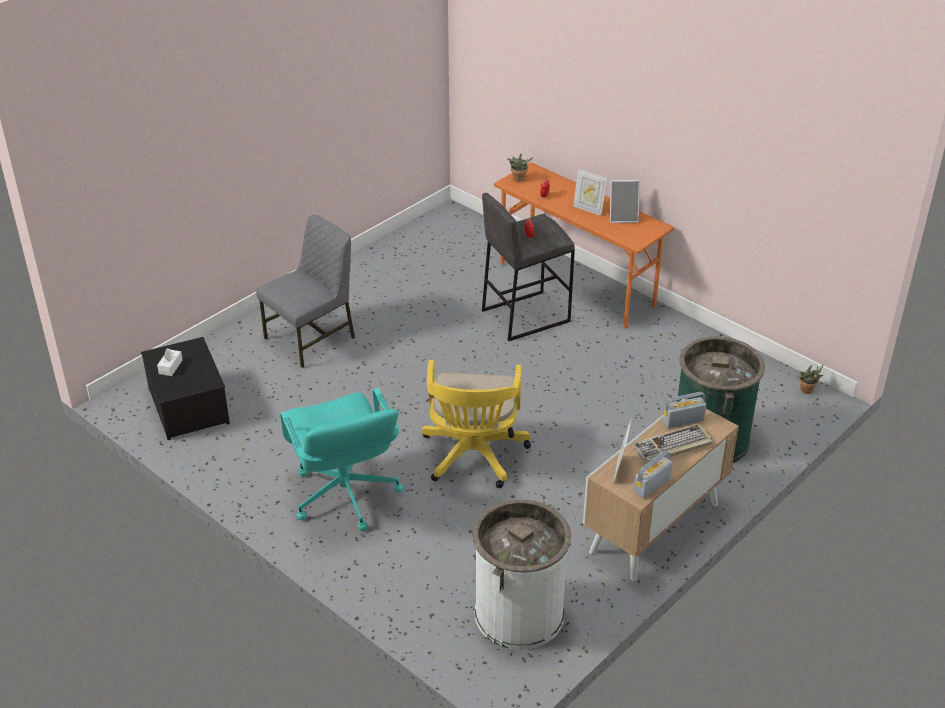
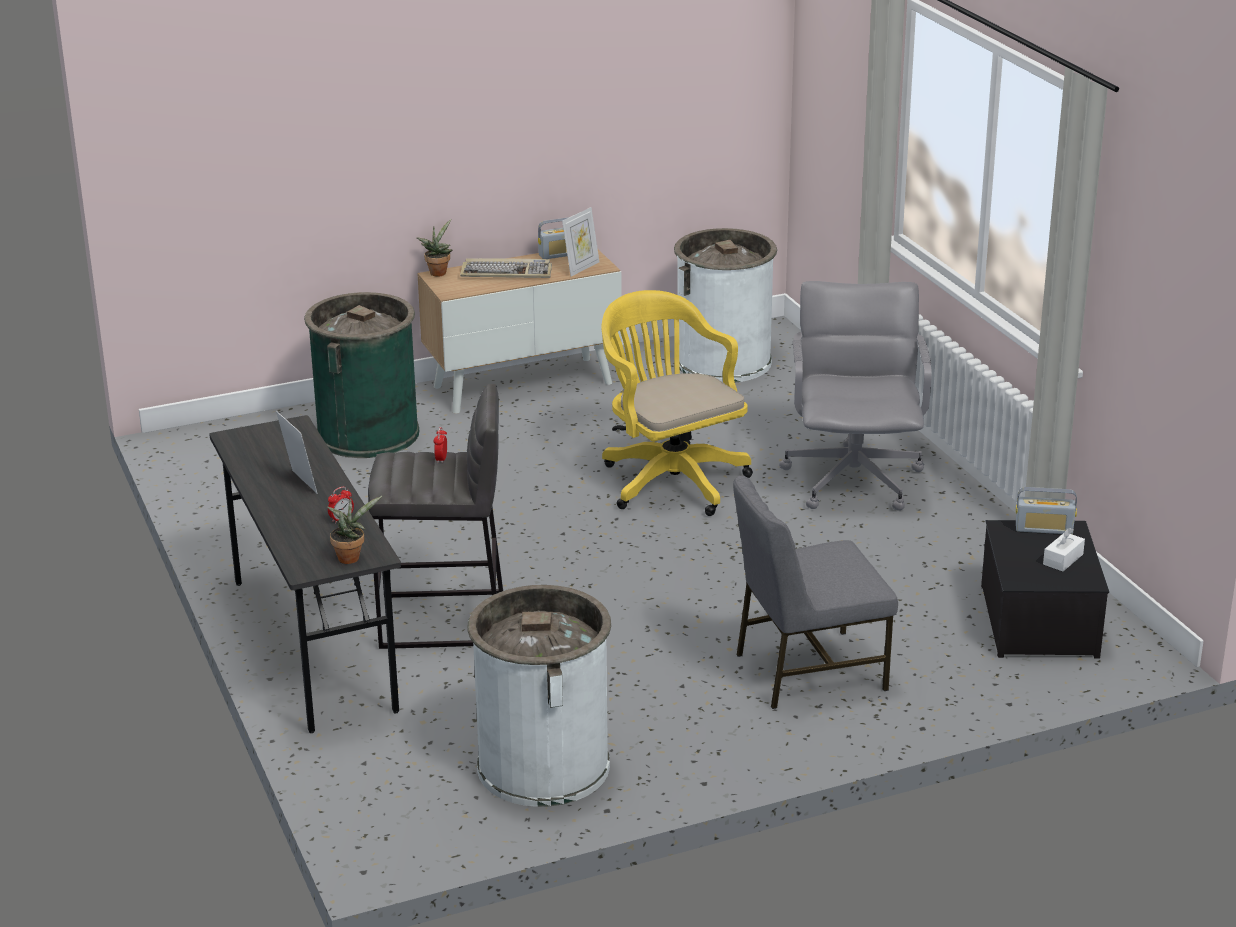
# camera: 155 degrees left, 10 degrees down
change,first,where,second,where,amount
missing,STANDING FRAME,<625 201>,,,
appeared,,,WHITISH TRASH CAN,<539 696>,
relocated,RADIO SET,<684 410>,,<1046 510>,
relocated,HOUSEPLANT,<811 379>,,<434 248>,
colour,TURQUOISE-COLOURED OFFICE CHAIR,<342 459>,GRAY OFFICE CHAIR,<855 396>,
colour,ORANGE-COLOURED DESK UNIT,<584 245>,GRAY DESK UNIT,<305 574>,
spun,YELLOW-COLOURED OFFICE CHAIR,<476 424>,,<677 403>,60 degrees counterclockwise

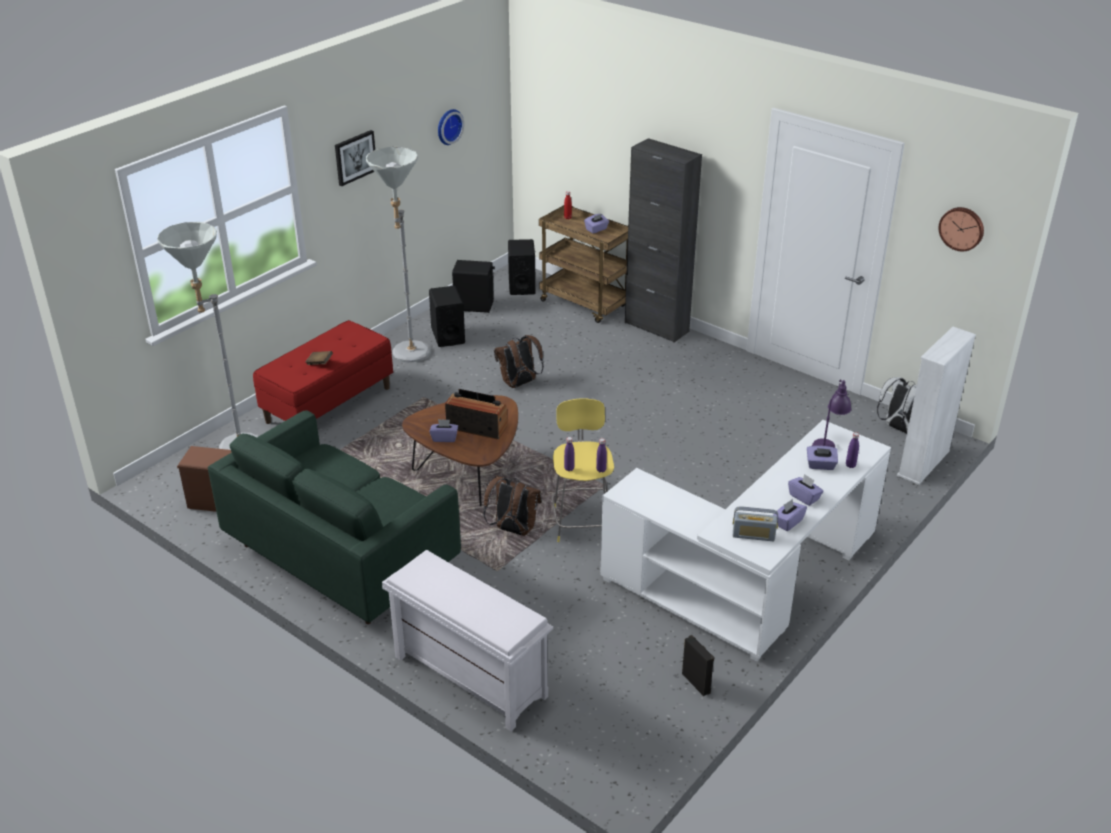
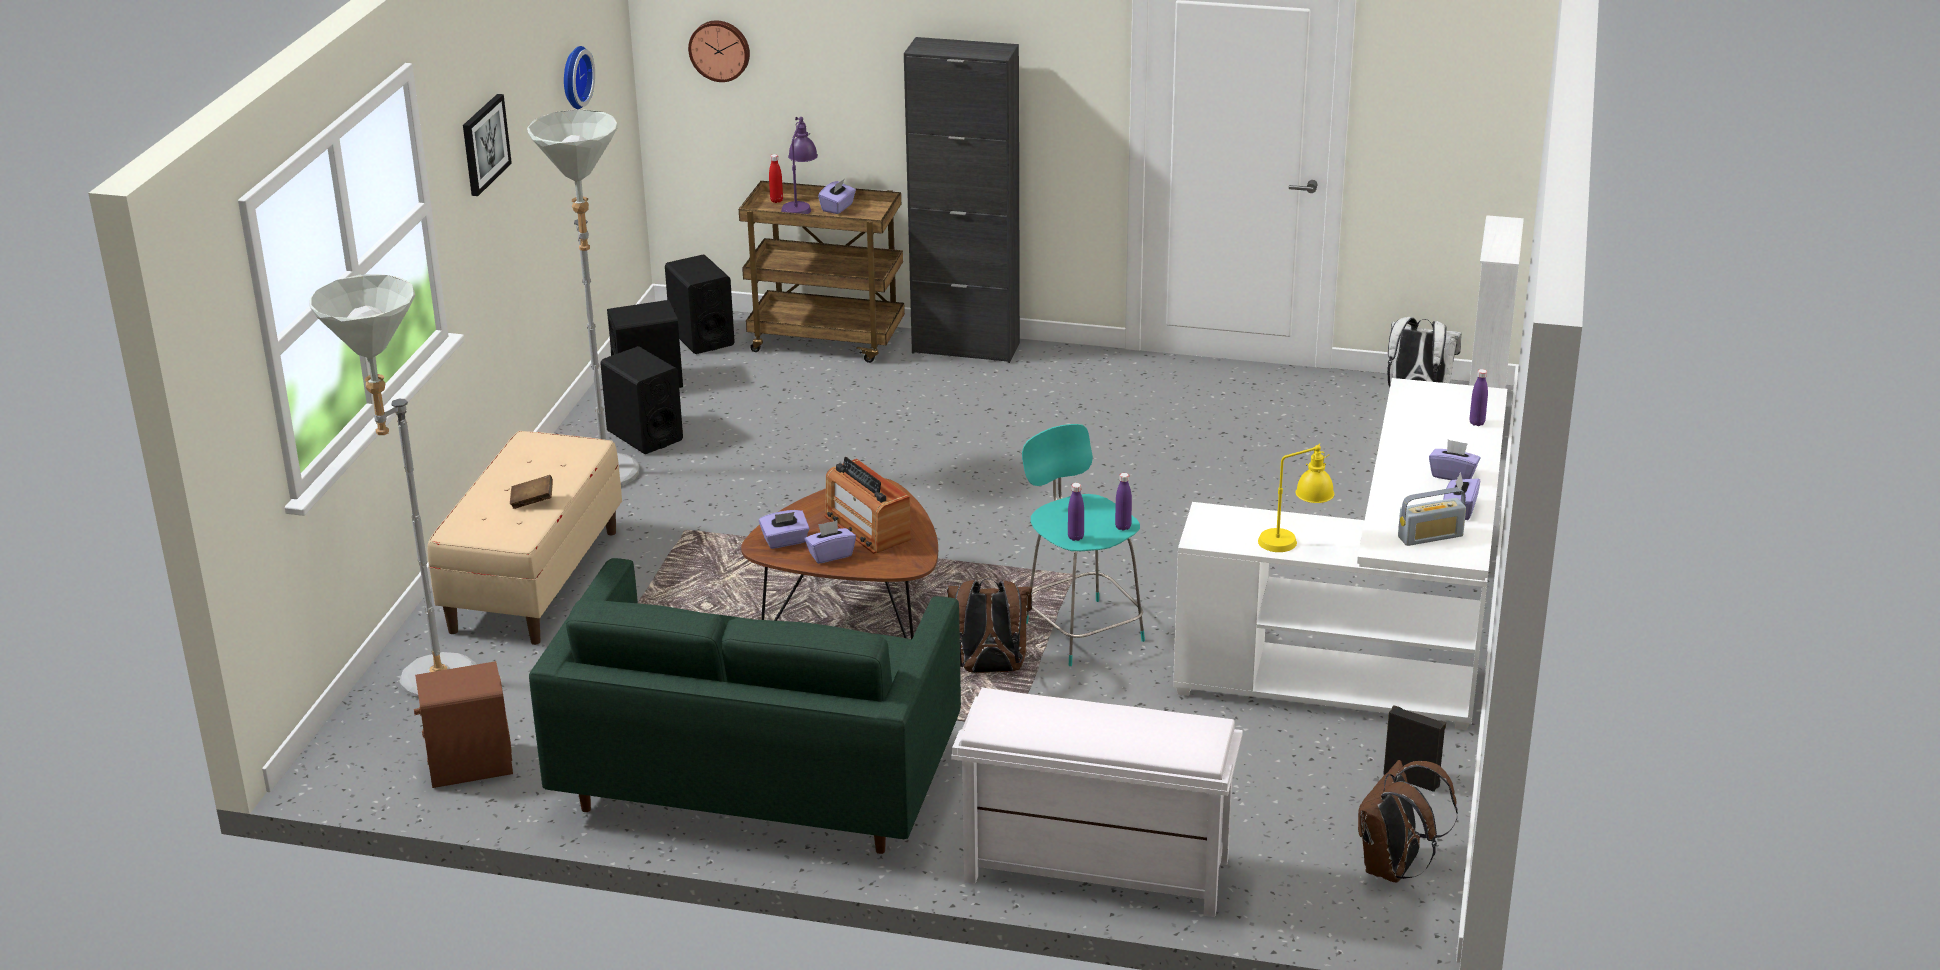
# camera: 25 degrees left, 5 degrees down
change,first,where,second,where,amount
appeared,,,YELLOW-COLOURED LAMP FOR A TABLE,<1296 497>,
relocated,BROWN-COLOURED KNAPSACK,<519 361>,,<1408 821>,
relocated,PURPLISH BOX OF TISSUES,<822 458>,,<784 529>,
relocated,PURPLISH LAMP FOR A TABLE,<831 413>,,<799 165>,
relocated,WALL CLOCK,<961 229>,,<719 51>,
colour,RED-COLOURED LONG SEAT,<323 372>,BEIGE-COLOURED LONG SEAT,<525 538>,
colour,YELLOW-COLOURED SITTING STOOL,<583 470>,TURQUOISE-COLOURED SITTING STOOL,<1083 545>,
spun,RADIO SET,<476 414>,,<868 505>,120 degrees counterclockwise

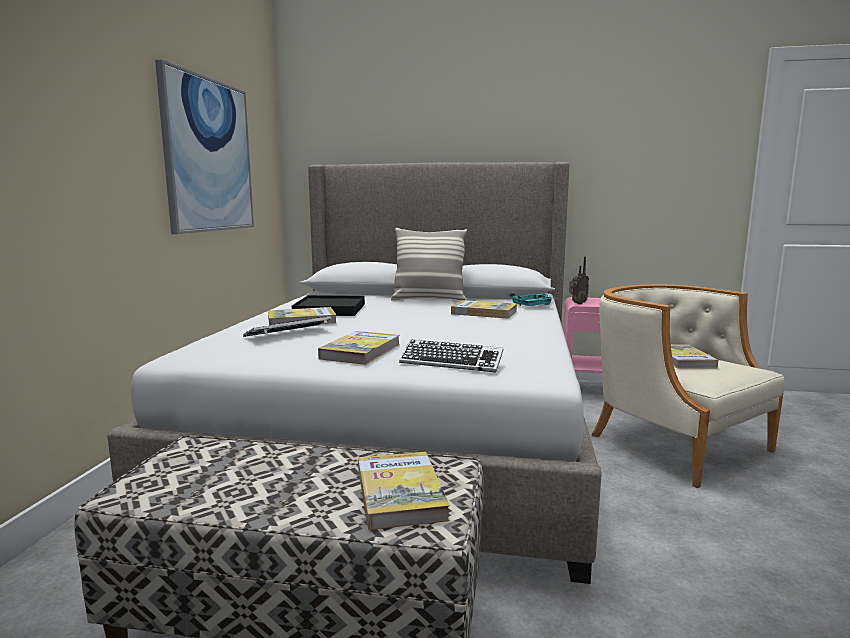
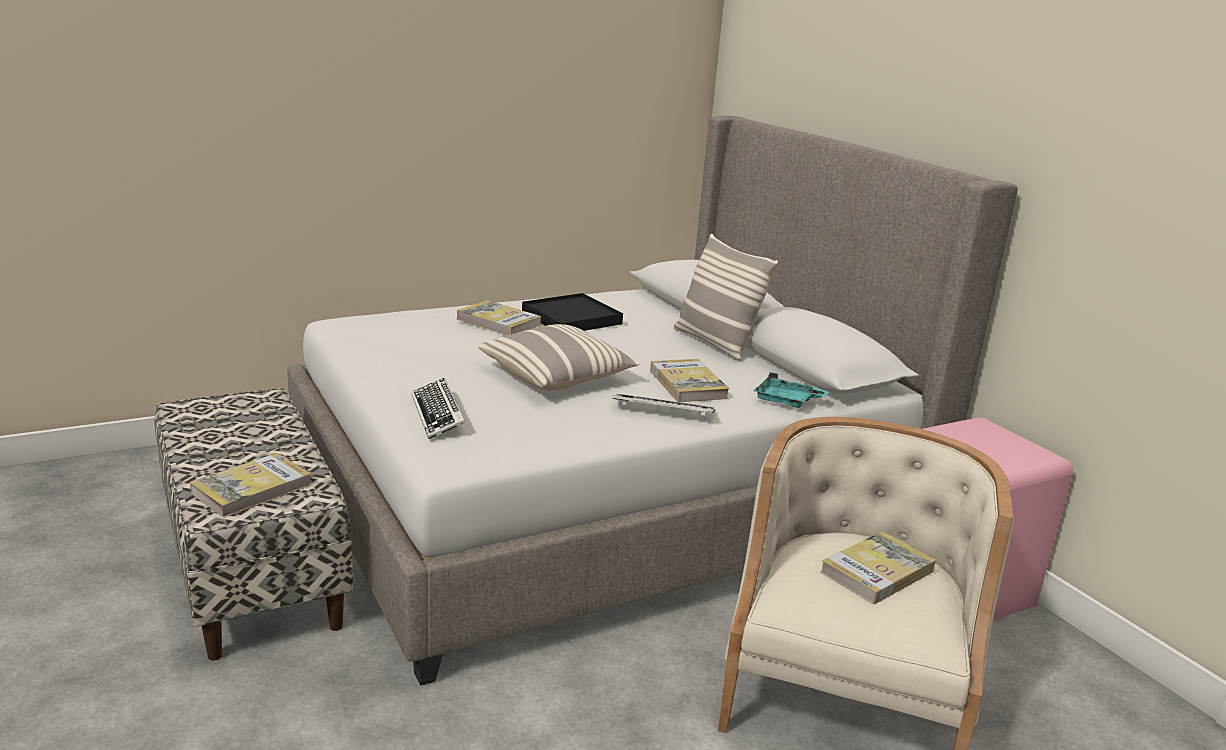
# camera: 50 degrees right, 10 degrees up
change,first,where,second,where,amount
missing,WALL ART,<204 146>,,,
missing,BOOK,<359 348>,,,
missing,RADIO SET,<579 280>,,,
appeared,,,CUSHION,<559 357>,
relocated,PC KEYBOARD,<287 326>,,<663 405>,

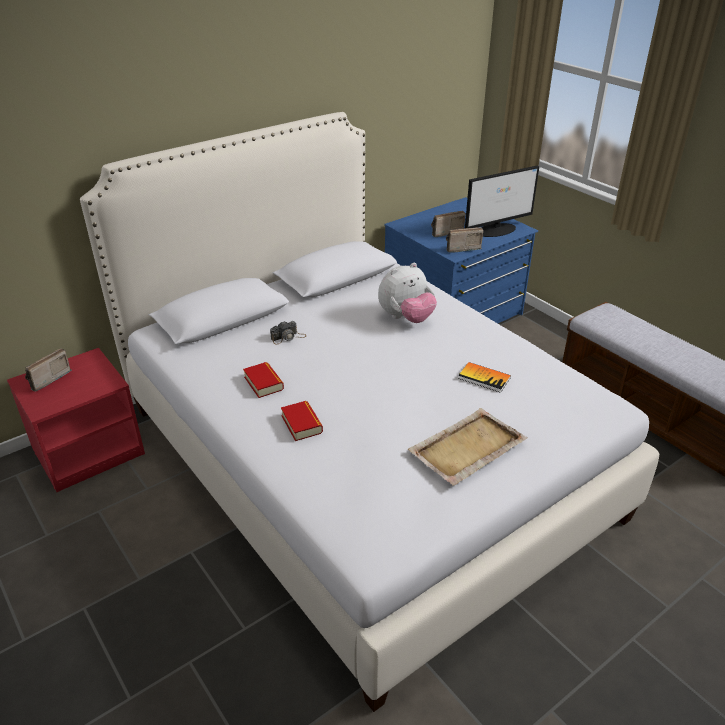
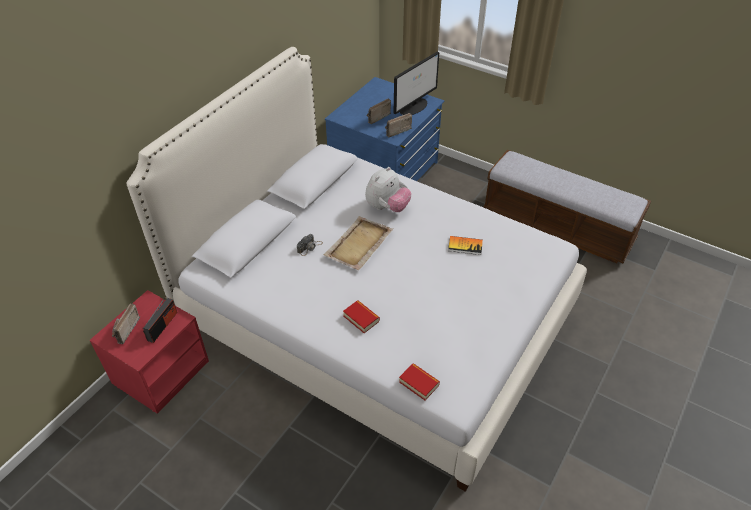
# camera: 20 degrees left, 10 degrees up
change,first,where,second,where,amount
appeared,,,RADIO SET,<160 319>,
relocated,BOOK,<263 380>,,<419 382>,
relocated,BEIGE-COLOURED SERVING TRAY,<468 447>,,<358 243>,

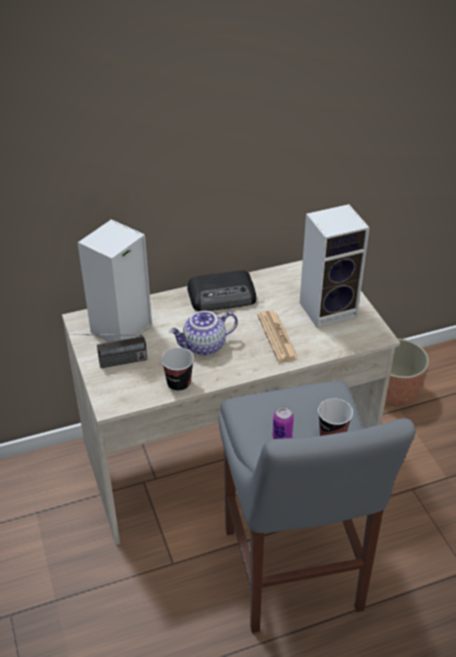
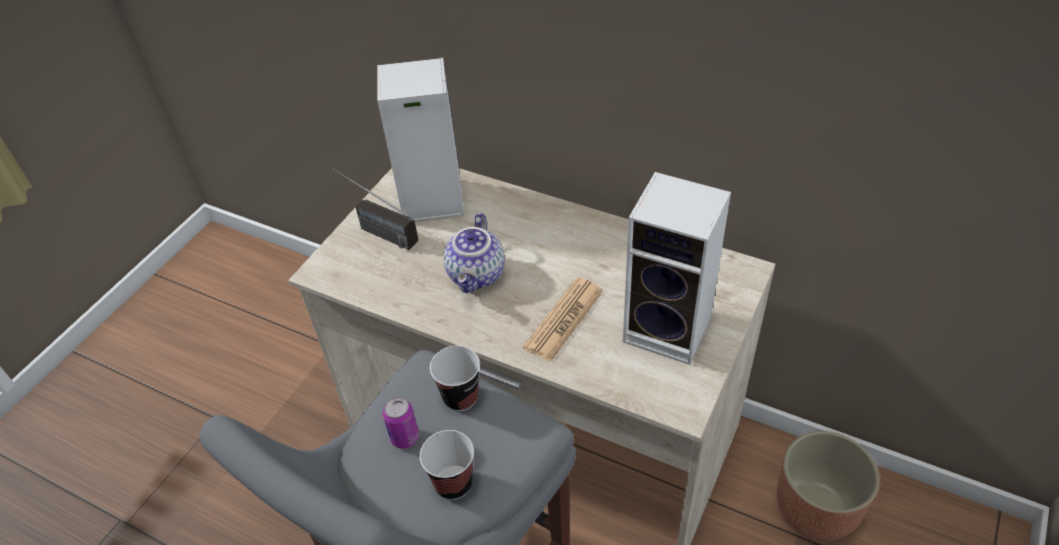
# camera: 50 degrees right, 5 degrees up
change,first,where,second,where,amount
missing,RADIO SET,<221 291>,,,
relocated,SMALL CUP,<177 369>,,<455 378>,
spun,TEA POT,<203 333>,,<474 252>,105 degrees counterclockwise

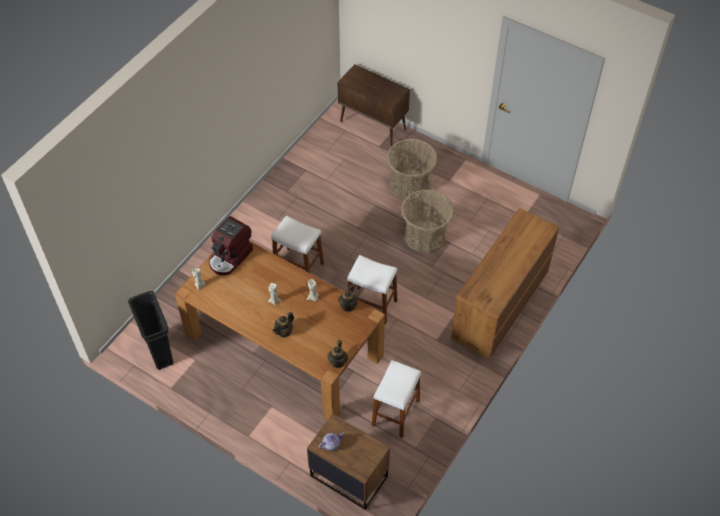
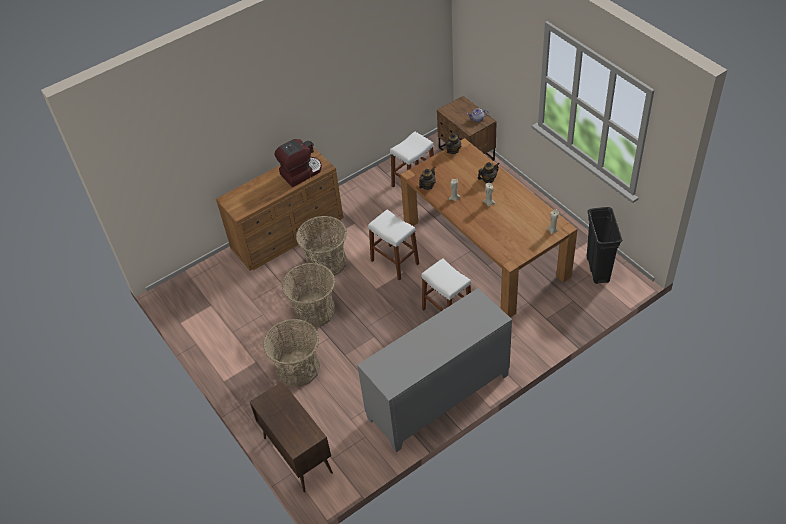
# camera: 155 degrees left, 5 degrees down
change,first,where,second,where,amount
appeared,,,STORAGE BASKET,<321 247>,
appeared,,,GRAY STORAGE CABINET,<434 370>,
relocated,COFFEE MAKER,<231 245>,,<298 163>,

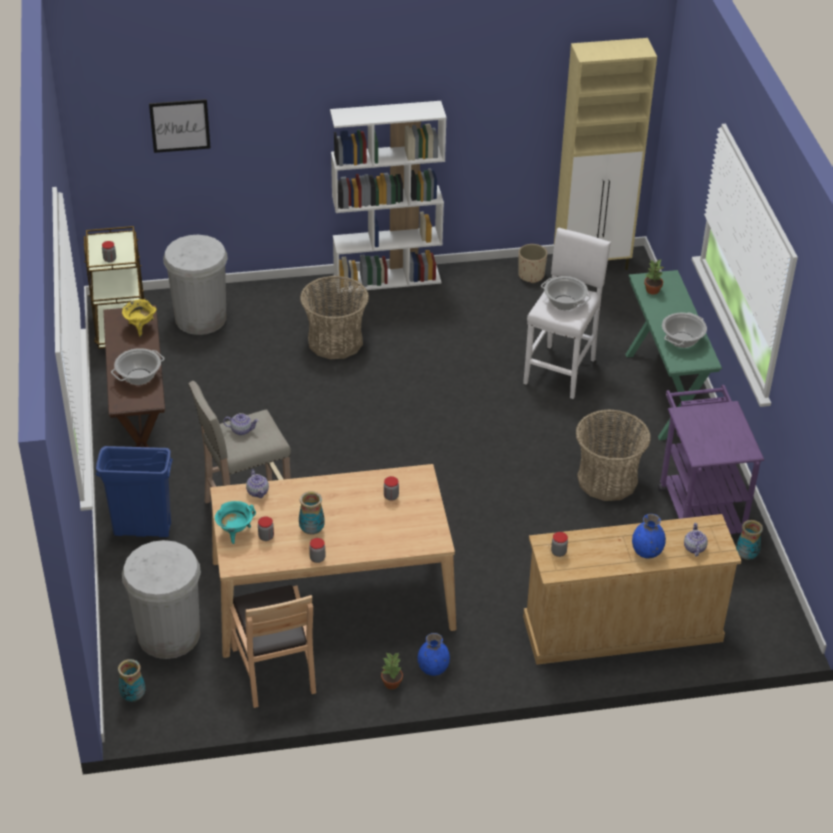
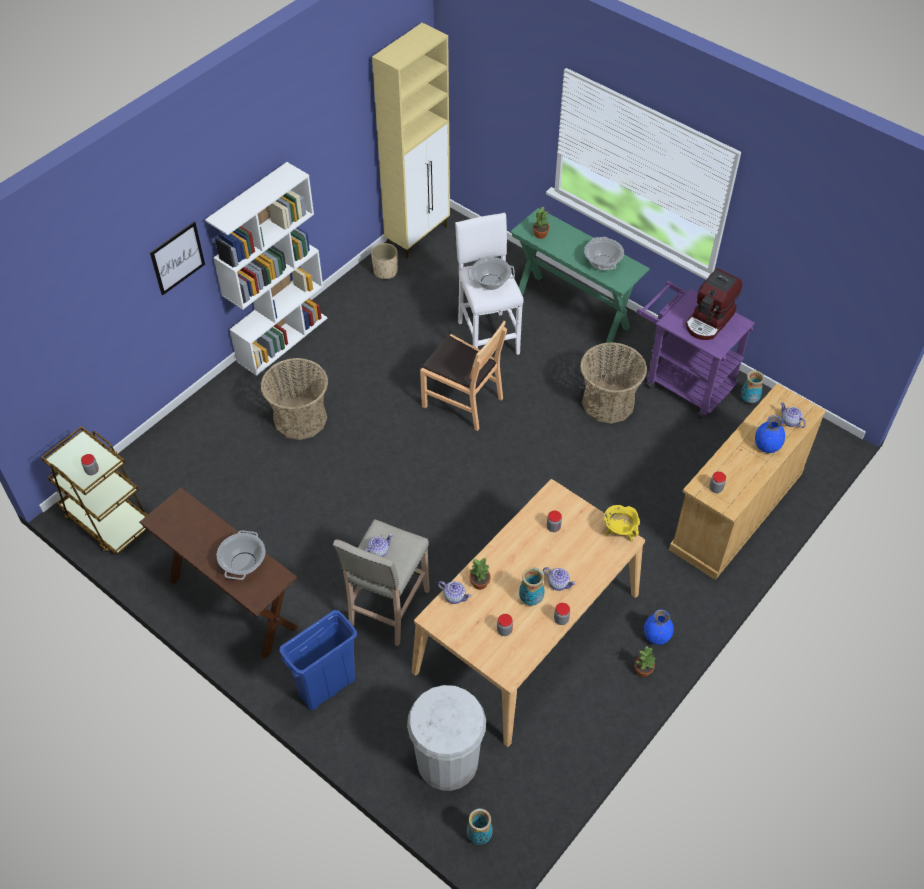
# camera: 40 degrees left, 10 degrees up
change,first,where,second,where,amount
missing,WHITISH TRASH CAN,<195 285>,,,
missing,TURQUOISE-COLOURED COOKING POT,<235 522>,,,
appeared,,,HOUSEPLANT,<480 574>,
appeared,,,TEA POT,<559 579>,
appeared,,,COFFEE MAKER,<714 304>,
relocated,YELLOW-COLOURED COOKING POT,<139 318>,,<621 523>,
relocated,WALL ART,<180 126>,,<177 258>,
relocated,BROWN-COLOURED UPRIGHT CHAIR,<273 646>,,<463 376>,

